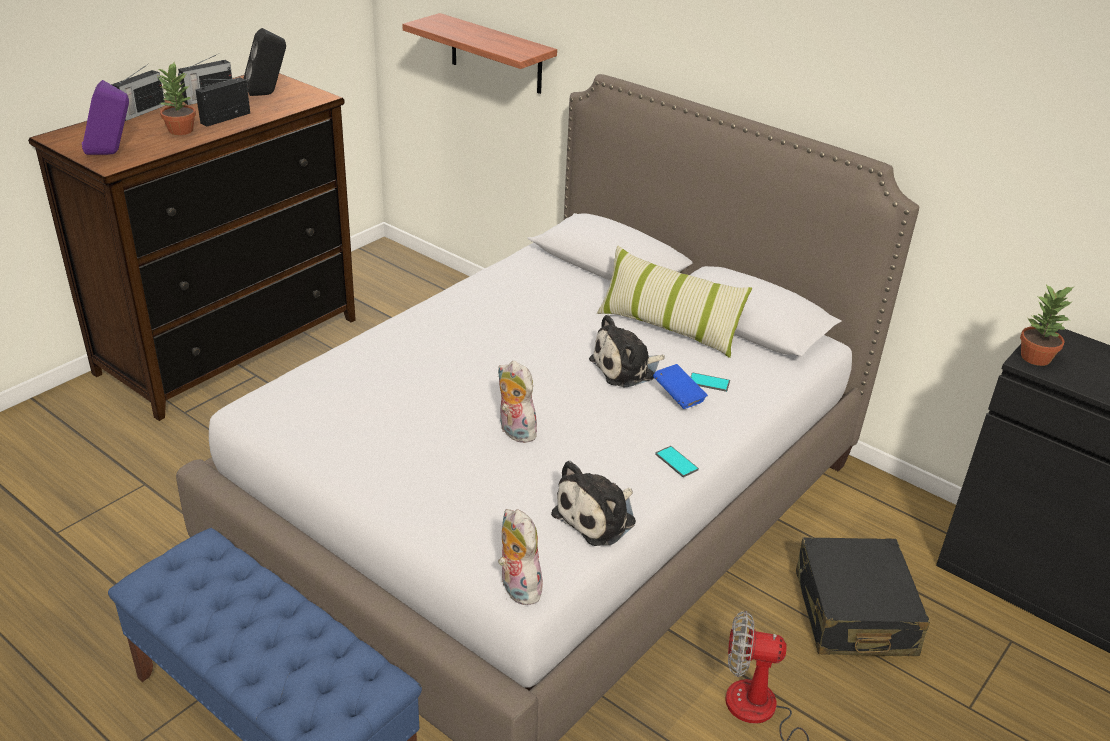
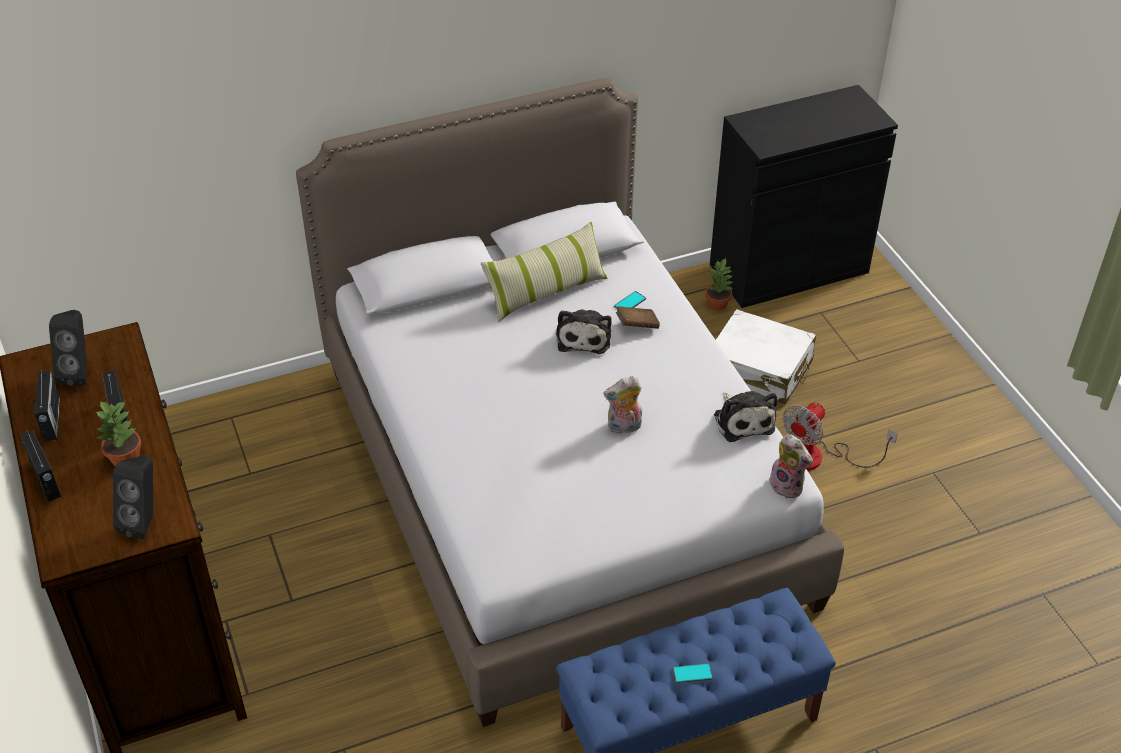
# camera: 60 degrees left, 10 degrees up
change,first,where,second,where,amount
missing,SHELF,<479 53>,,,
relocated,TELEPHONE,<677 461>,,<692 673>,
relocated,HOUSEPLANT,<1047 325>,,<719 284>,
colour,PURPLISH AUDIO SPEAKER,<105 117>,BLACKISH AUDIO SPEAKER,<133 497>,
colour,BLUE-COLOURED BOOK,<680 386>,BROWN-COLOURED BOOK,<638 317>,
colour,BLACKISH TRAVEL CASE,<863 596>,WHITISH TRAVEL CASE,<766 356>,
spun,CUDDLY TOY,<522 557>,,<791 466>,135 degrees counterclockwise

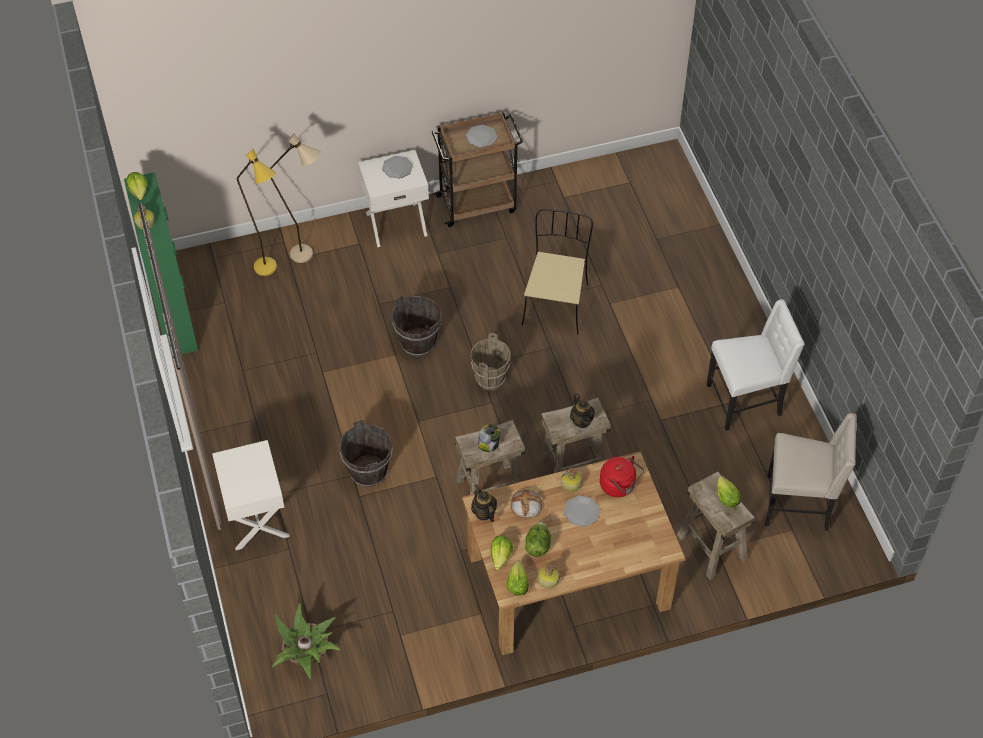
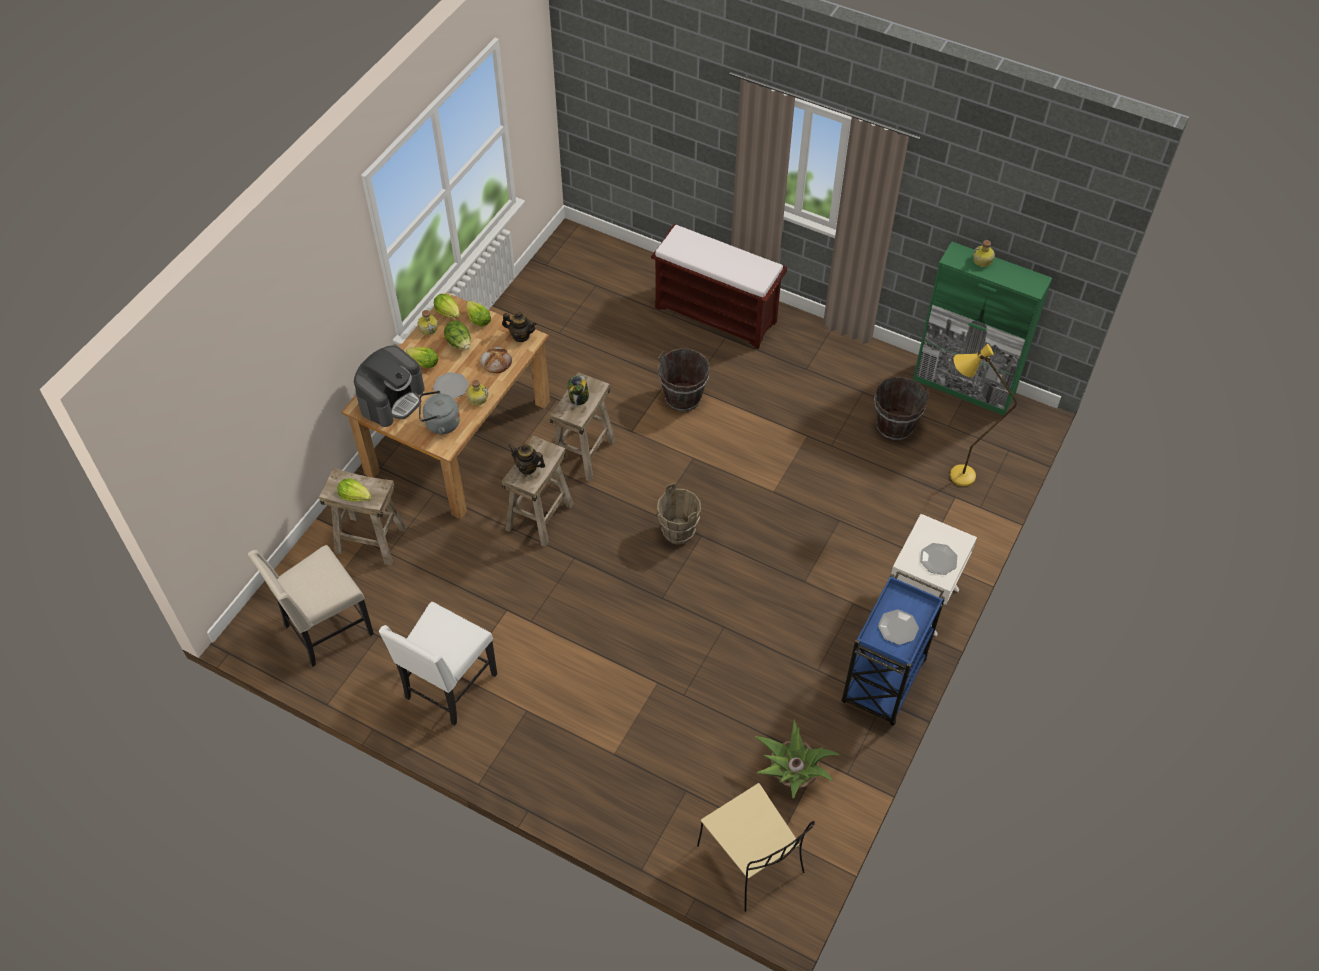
# camera: 135 degrees right, 0 degrees up
change,first,where,second,where,amount
missing,BEIGE-COLOURED STANDARD LAMP,<295 198>,,,
appeared,,,COFFEE MAKER,<389 386>,
relocated,LETTUCE HEAD,<136 186>,,<422 357>,
relocated,HOUSEPLANT,<305 641>,,<797 759>,
relocated,BROWN-COLOURED WATER BUCKET,<417 325>,,<902 408>,
relocated,BEIGE-COLOURED UPRIGHT CHAIR,<557 271>,,<756 847>,
exchanged,WHITISH NIGHT TABLE,<251 495>,BROWN-COLOURED LONG SEAT,<719 286>,
colour,BROWN-COLOURED WHEELED CART,<477 169>,BLUE-COLOURED WHEELED CART,<893 648>,
colour,RED-COLOURED KETTLE,<622 476>,GRAY KETTLE,<439 412>,

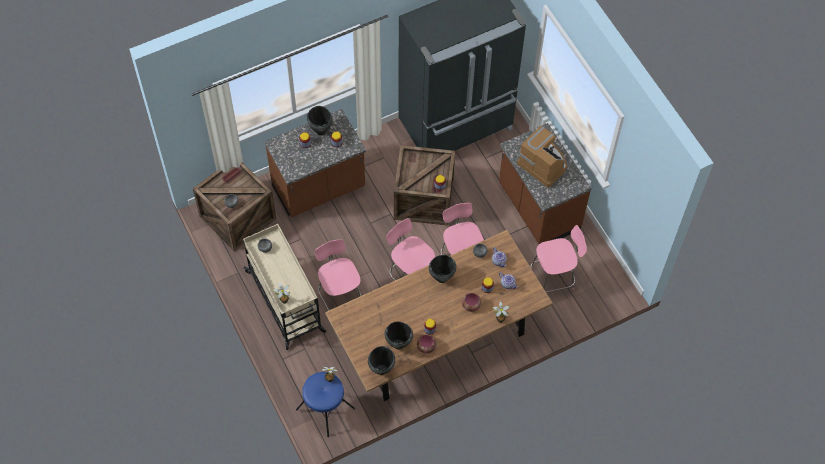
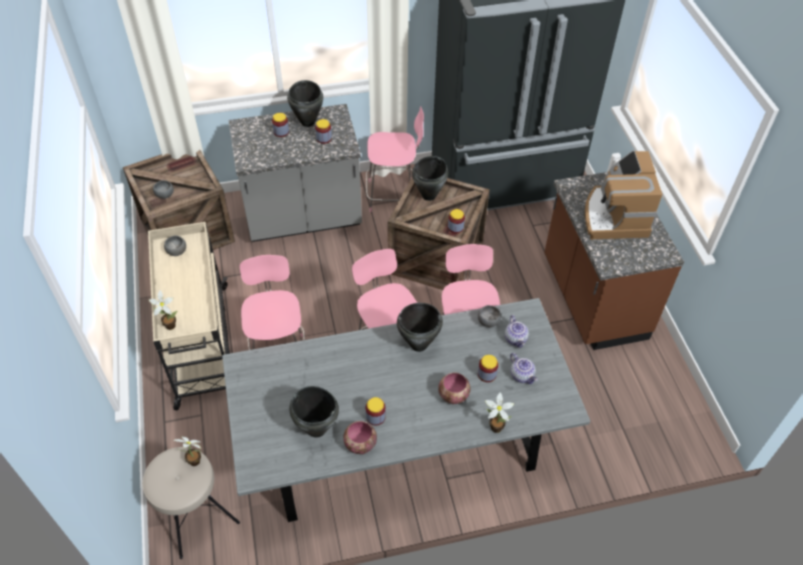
# camera: 15 degrees right, 10 degrees down
change,first,where,second,where,amount
relocated,BLACKISH COOKING POT,<381 360>,,<430 178>,
relocated,PINK-COLOURED UPRIGHT CHAIR,<558 258>,,<395 159>,
colour,BROWN-COLOURED COUNTER,<315 163>,GRAY COUNTER,<295 173>,
colour,BLUE-COLOURED SITTING STOOL,<325 404>,BEIGE-COLOURED SITTING STOOL,<191 503>,
colour,BROWN-COLOURED DINNER TABLE,<439 315>,GRAY DINNER TABLE,<406 410>,
spun,COFFEE MAKER,<542 157>,,<623 194>,150 degrees counterclockwise

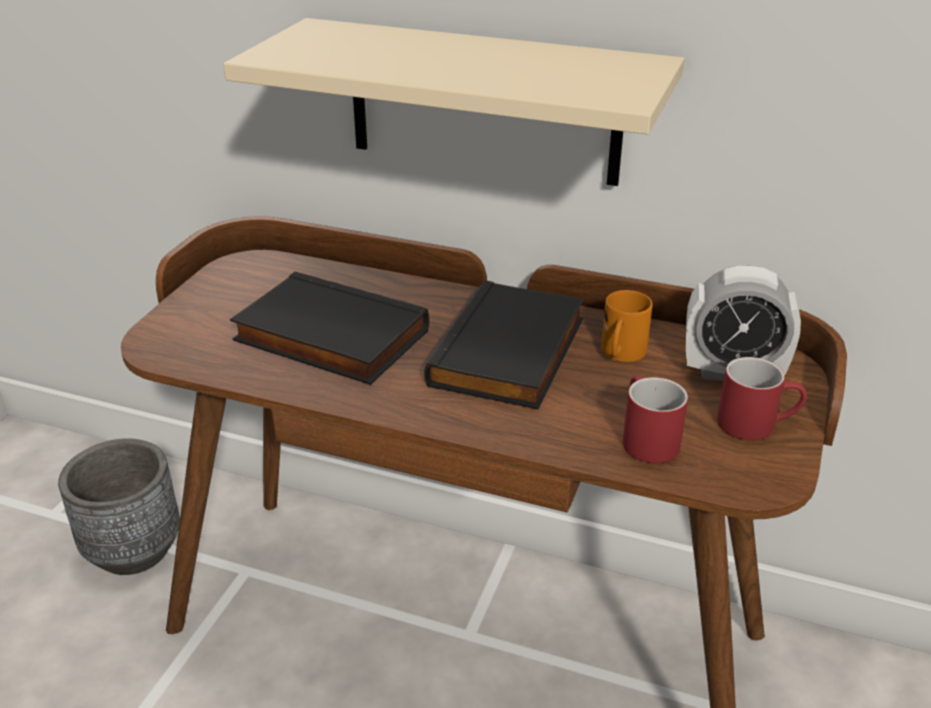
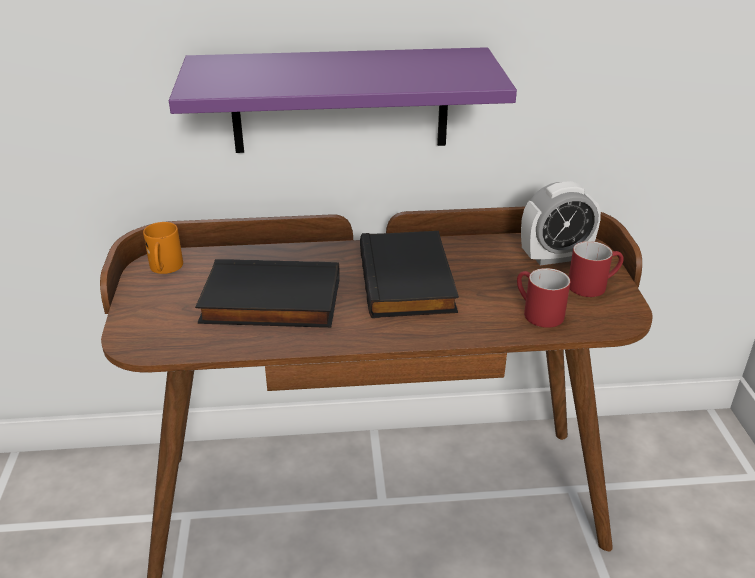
# camera: 25 degrees left, 0 degrees up
change,first,where,second,where,amount
missing,GRAY PLANT POT,<119 506>,,,
relocated,ORANGE-COLOURED TEA MUG,<627 326>,,<163 248>,
colour,BEIGE-COLOURED SHELF,<453 102>,PURPLISH SHELF,<343 100>,

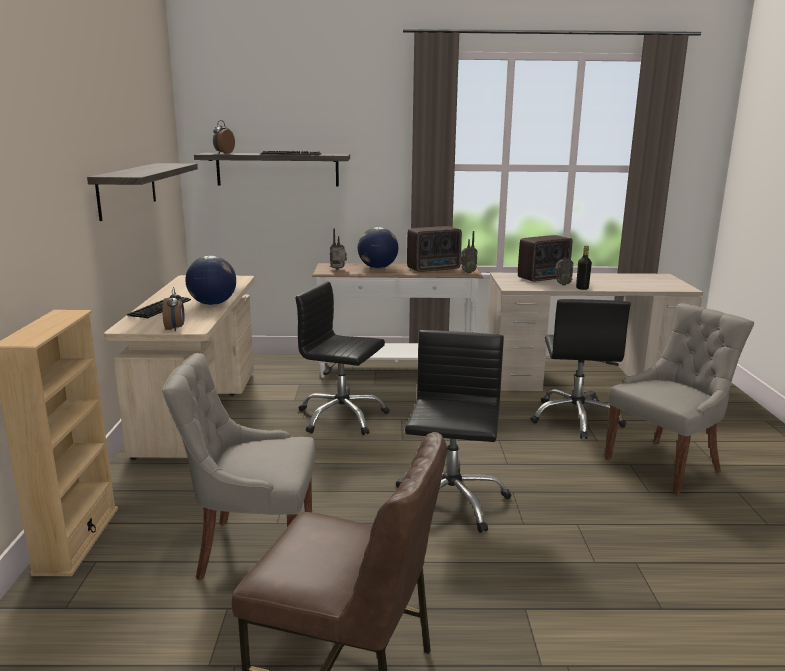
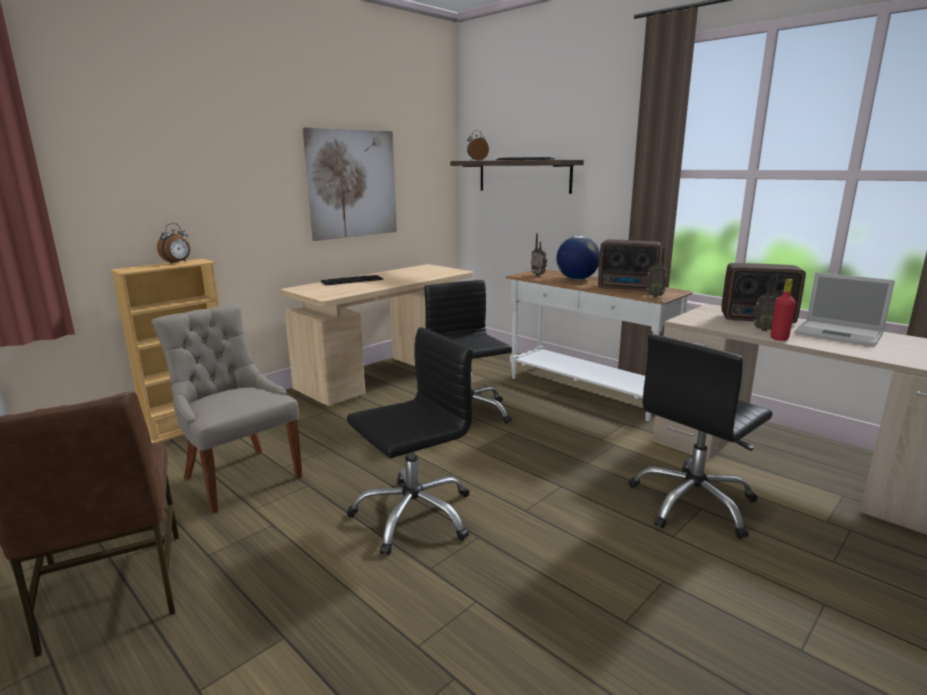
# camera: 45 degrees right, 0 degrees up
change,first,where,second,where,amount
missing,GLOBE,<210 280>,,,
missing,GRAY UPRIGHT CHAIR,<679 399>,,,
appeared,,,PORTABLE COMPUTER,<844 309>,
relocated,ALARM CLOCK,<173 309>,,<173 243>,
exchanged,SHELF,<142 192>,WALL ART,<350 184>,
colour,BLACKISH DRINK BOTTLE,<584 268>,RED-COLOURED DRINK BOTTLE,<783 310>,

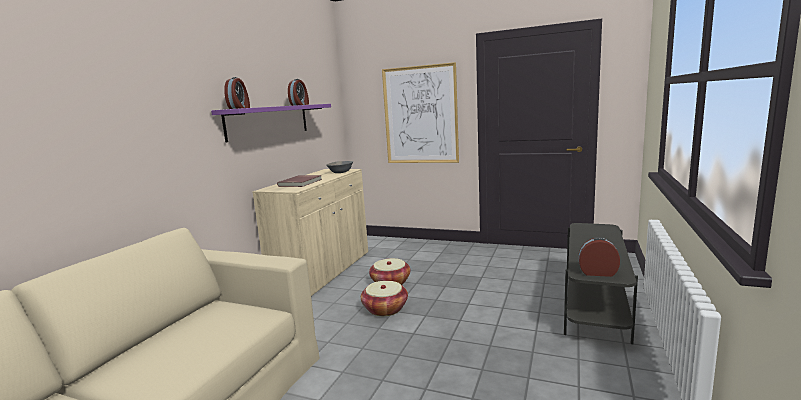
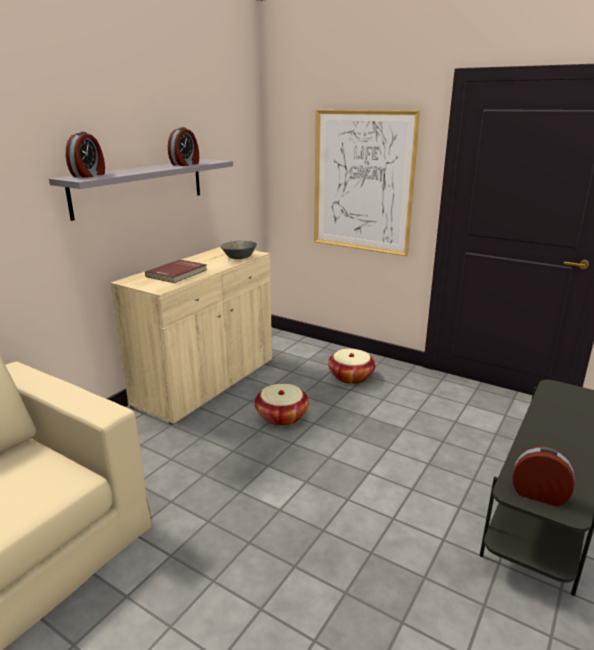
# camera: 10 degrees right, 10 degrees up
change,first,where,second,where,amount
relocated,STORAGE BASKET,<384 298>,,<351 366>,
colour,PURPLISH SHELF,<271 123>,GRAY SHELF,<141 190>,

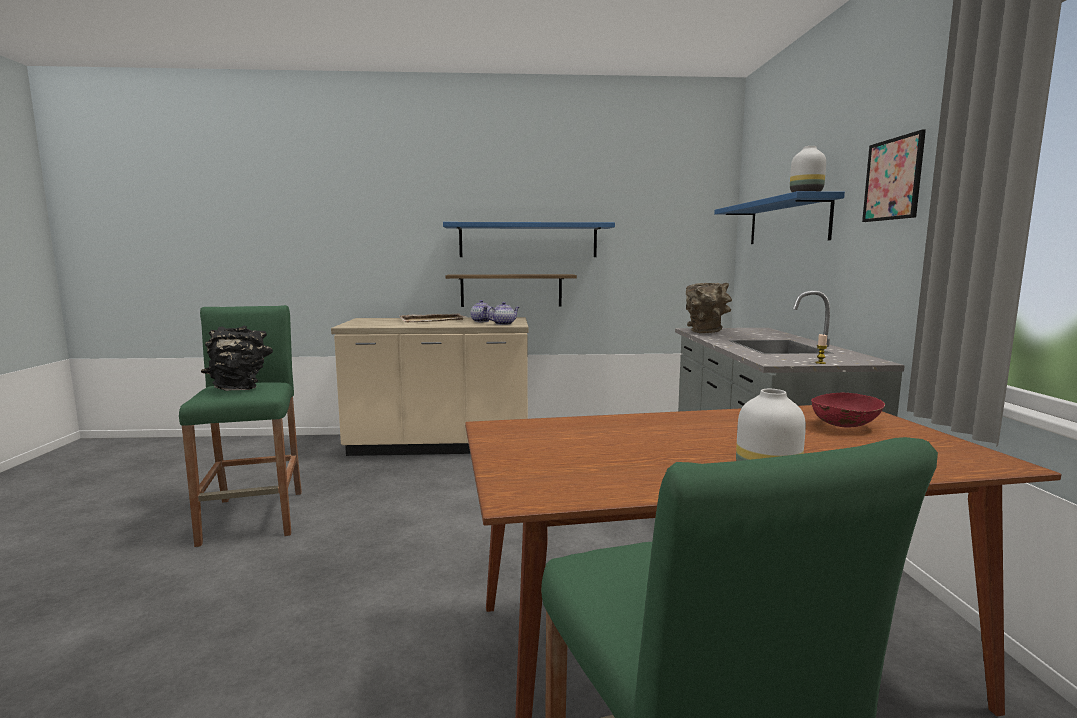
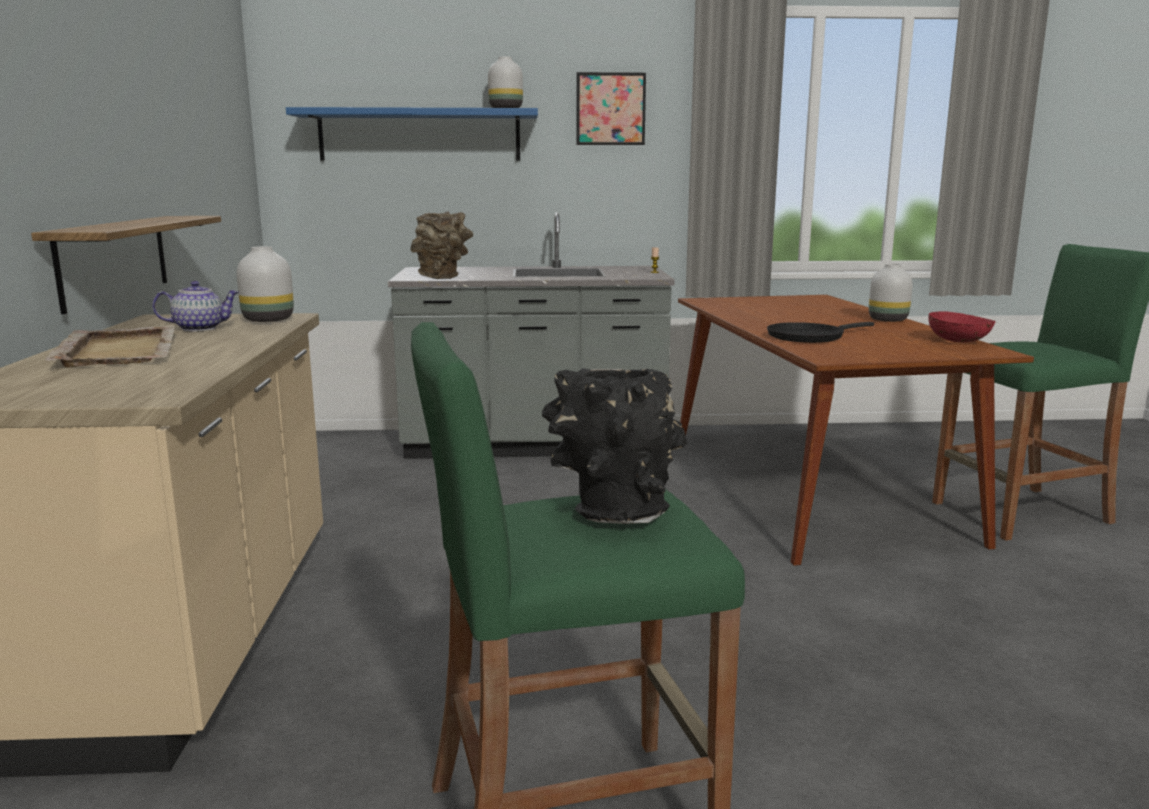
# camera: 90 degrees left, 5 degrees up
change,first,where,second,where,amount
missing,BLUE-COLOURED SHELF,<529 239>,,,
appeared,,,BLACKISH FRYING PAN,<820 332>,
relocated,RED-COLOURED DEEP DISH,<848 410>,,<961 326>,
exchanged,TEA POT,<503 313>,WHITISH FLOWER VASE,<265 284>,

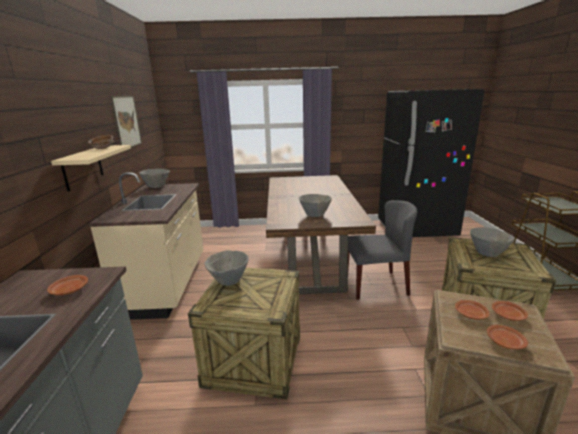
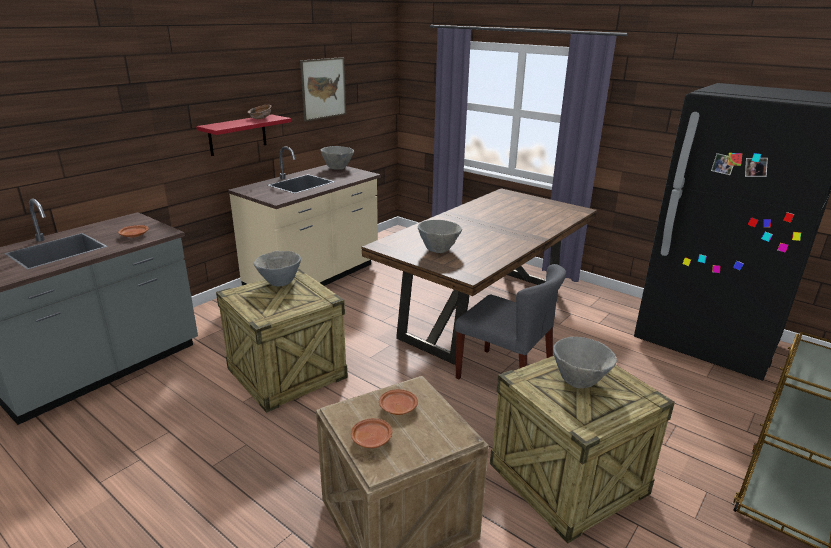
# camera: 40 degrees right, 5 degrees up
change,first,where,second,where,amount
missing,BROWN-COLOURED PLATE,<510 311>,,,
colour,BEIGE-COLOURED SHELF,<91 168>,RED-COLOURED SHELF,<244 135>,

